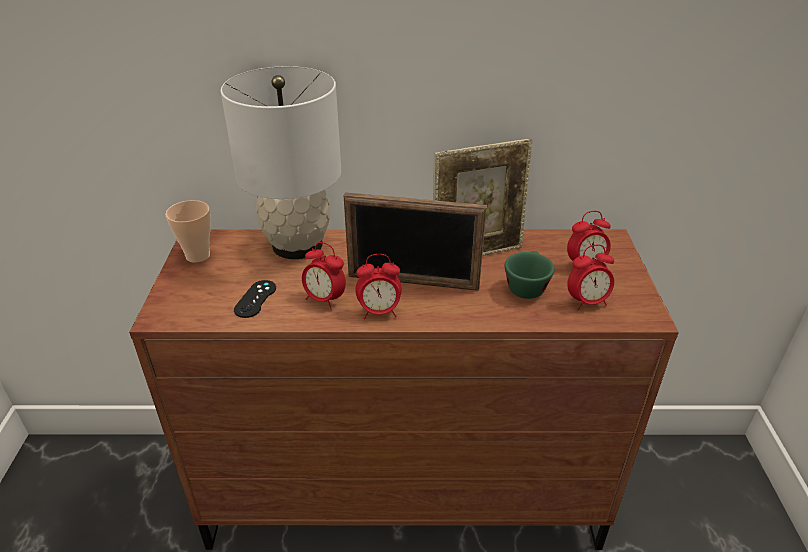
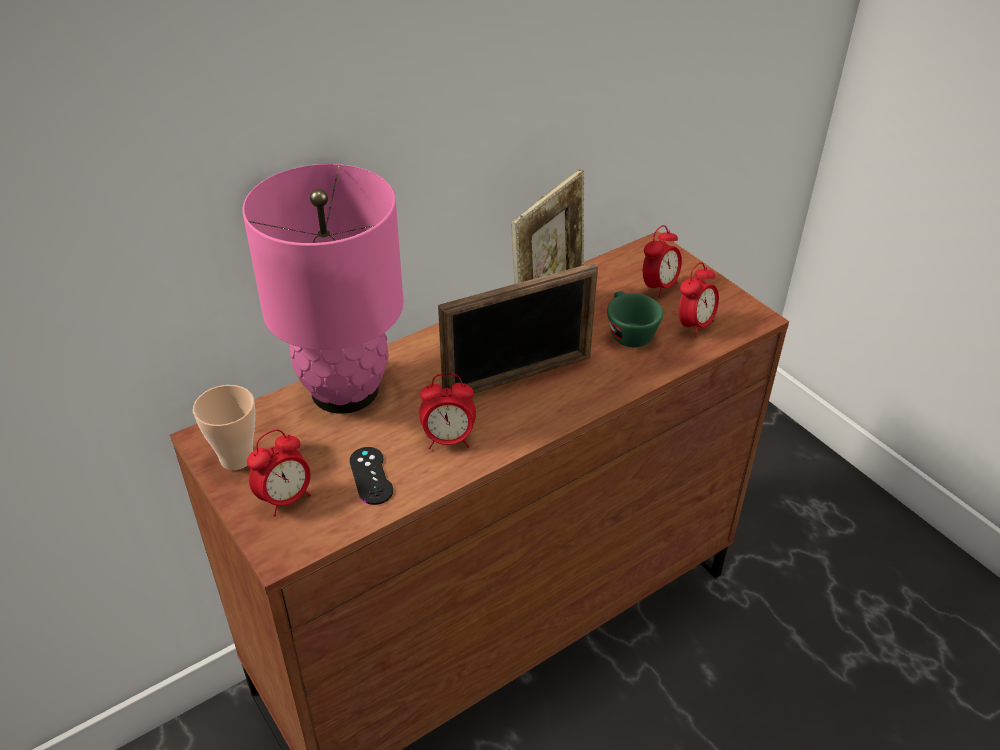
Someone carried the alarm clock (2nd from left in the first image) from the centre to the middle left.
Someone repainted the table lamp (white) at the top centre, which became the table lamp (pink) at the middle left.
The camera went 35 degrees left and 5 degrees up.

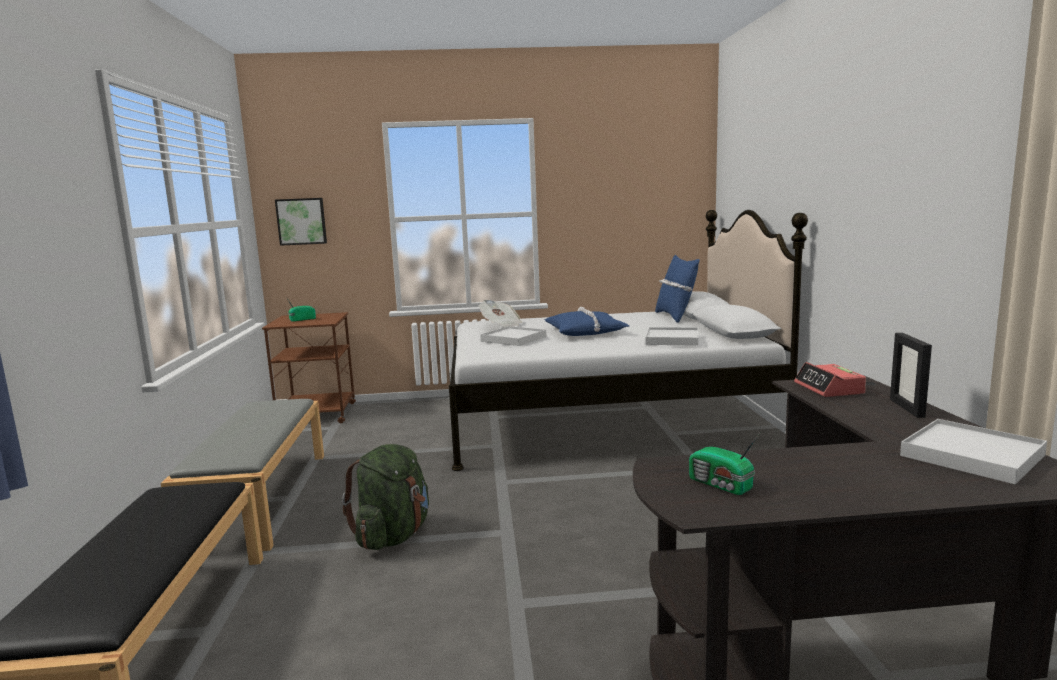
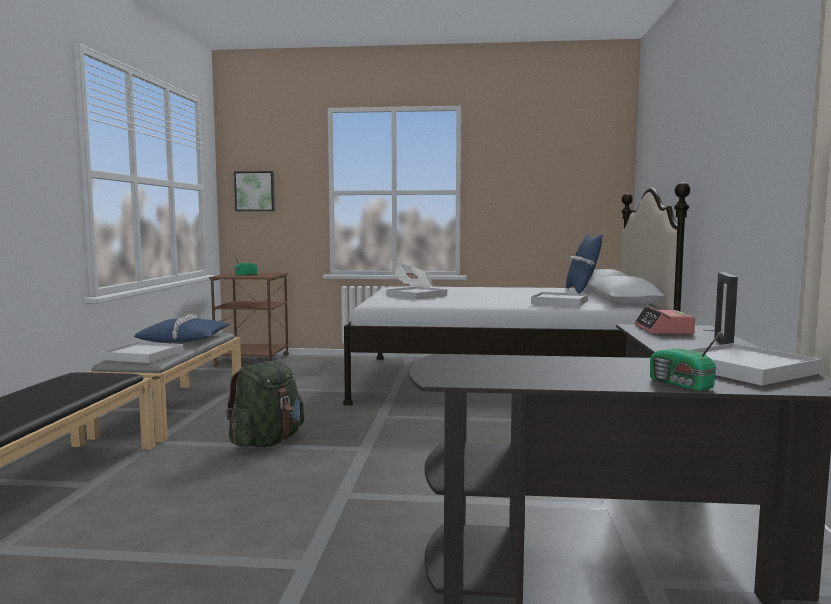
Someone put down the tray (white) (1st from left) at the middle left.
Someone carried the pillow (blue) (1st from left) from the centre to the middle left.
Someone carried the radio (2nd from left) from the bottom right to the middle right.
The camera went 10 degrees right and 5 degrees down.

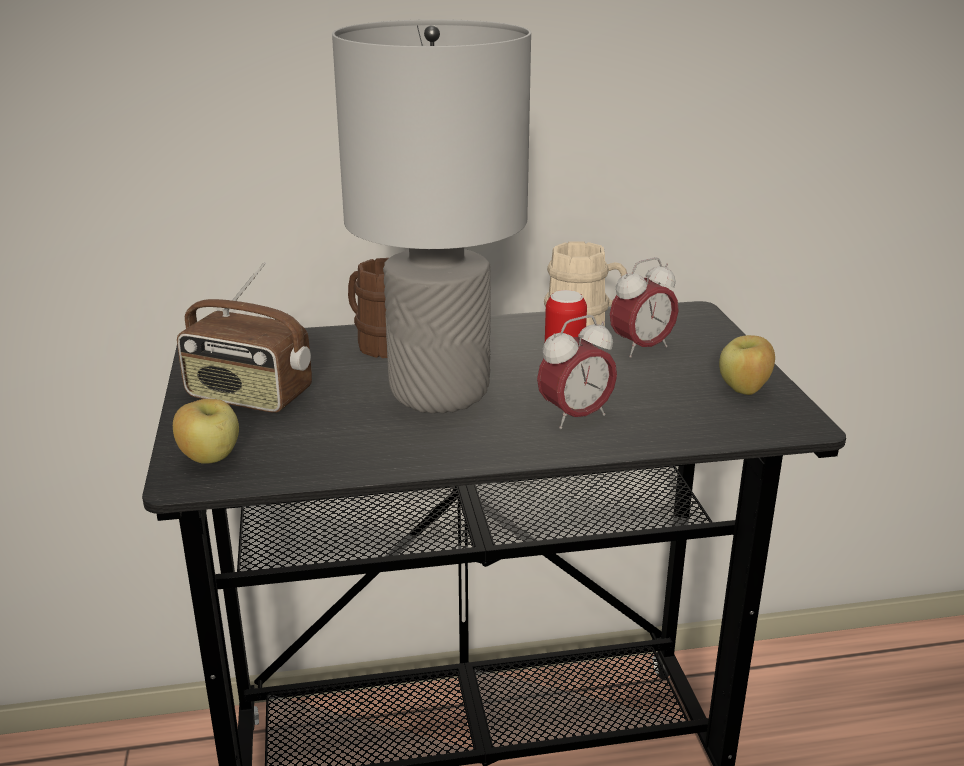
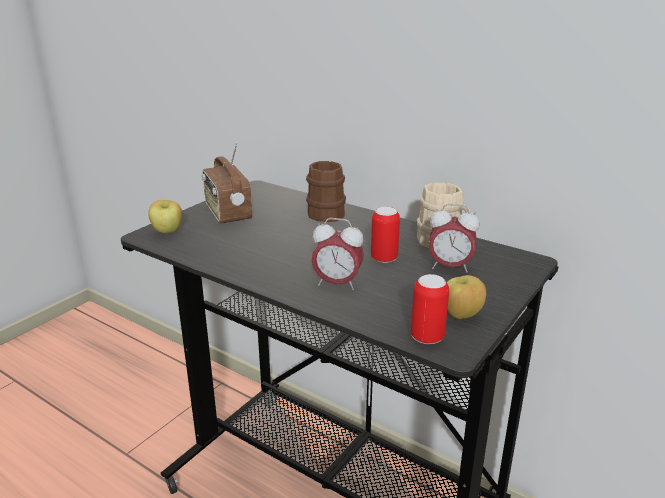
Someone took away the table lamp (grey) at the top centre.
Someone put down the can (2nd from left) at the centre.
The camera went 45 degrees right and 0 degrees up.

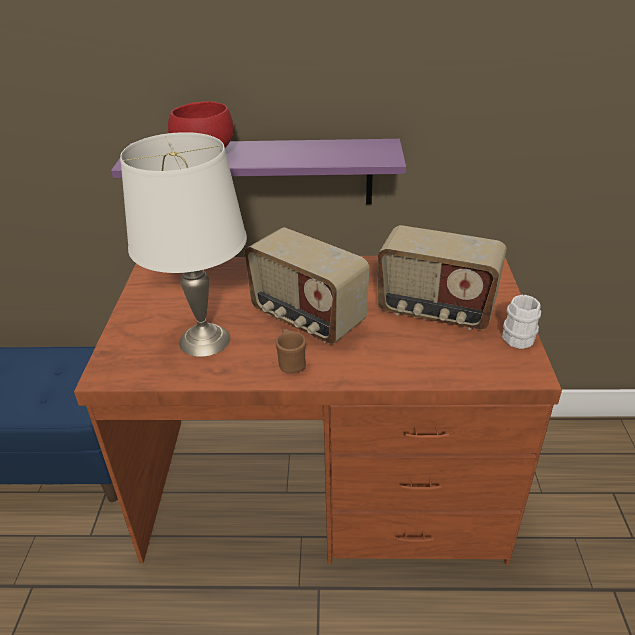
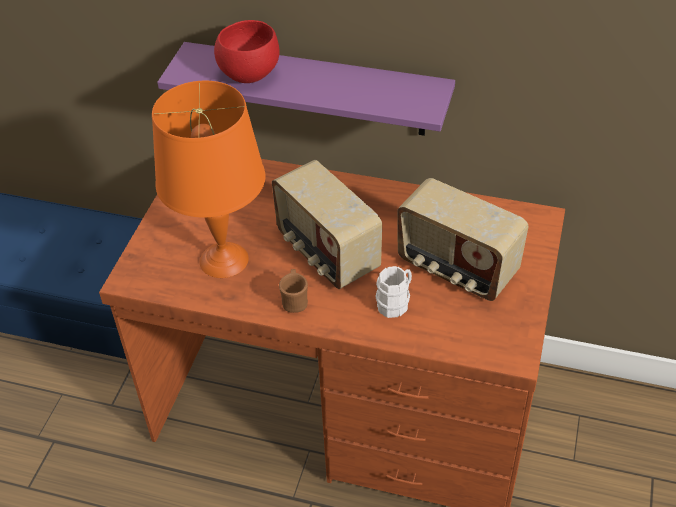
Someone carried the mug (white) from the middle right to the centre.
Someone repainted the table lamp (white) at the middle left, which became the table lamp (orange) at the middle left.
The camera went 15 degrees right and 10 degrees up.

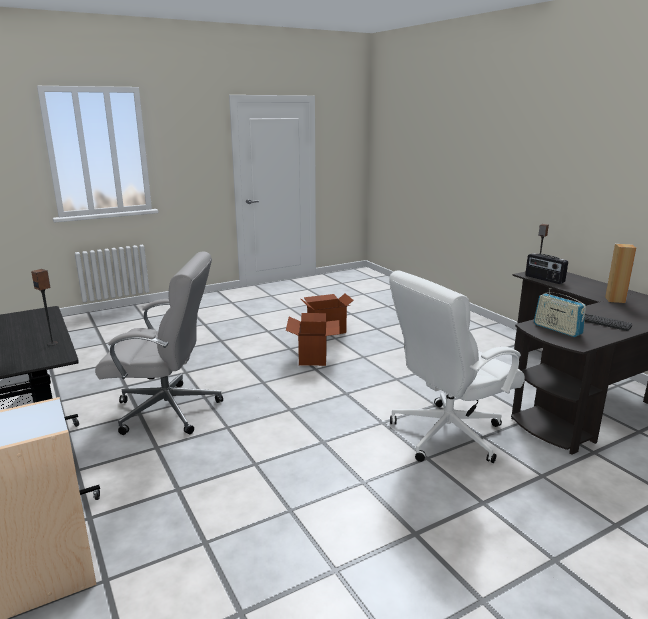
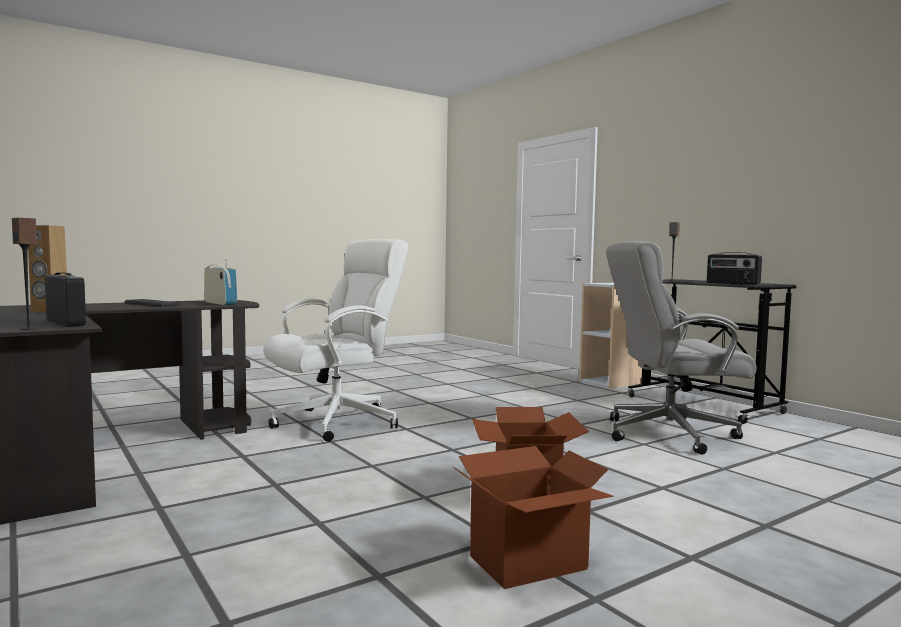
Someone put down the radio (3rd from left) at the middle right.
The camera went 175 degrees right and 15 degrees down.

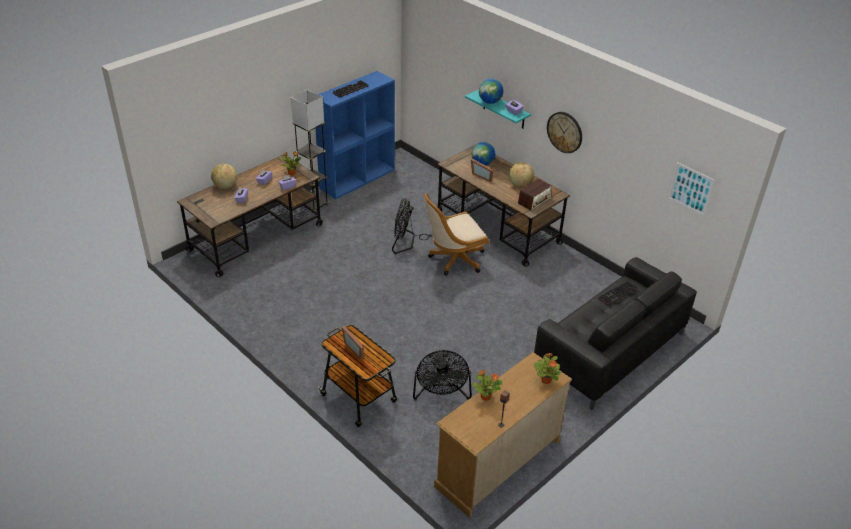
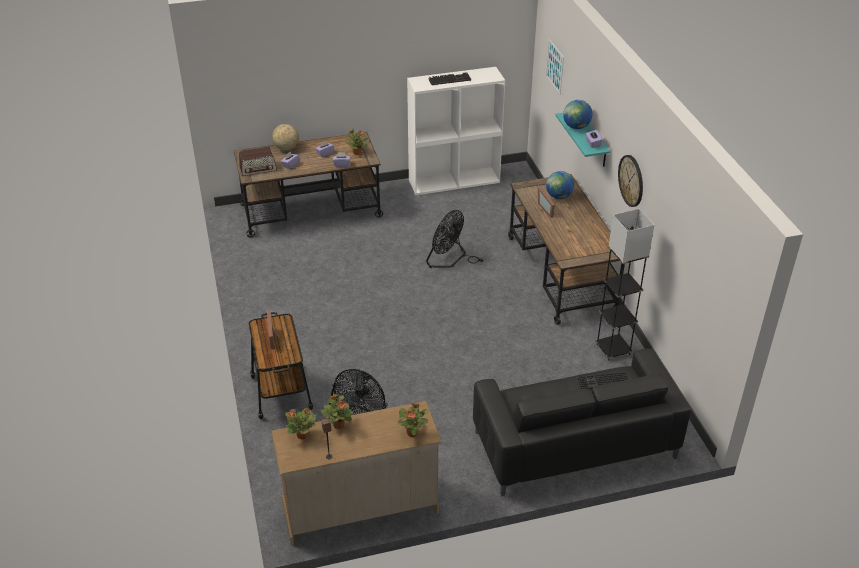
Someone took away the office chair at the centre.
Someone took away the globe (4th from left) at the top centre.
Someone put down the potted plant (1st from left) at the bottom centre.
Someone carried the floor lamp (grey) from the top centre to the middle right.
Someone carried the radio from the centre to the top left.
Someone carried the picture from the middle right to the top centre.
Someone repainted the bookcase (blue) at the top centre, which became the bookcase (white) at the top centre.
The camera went 30 degrees right and 0 degrees up.

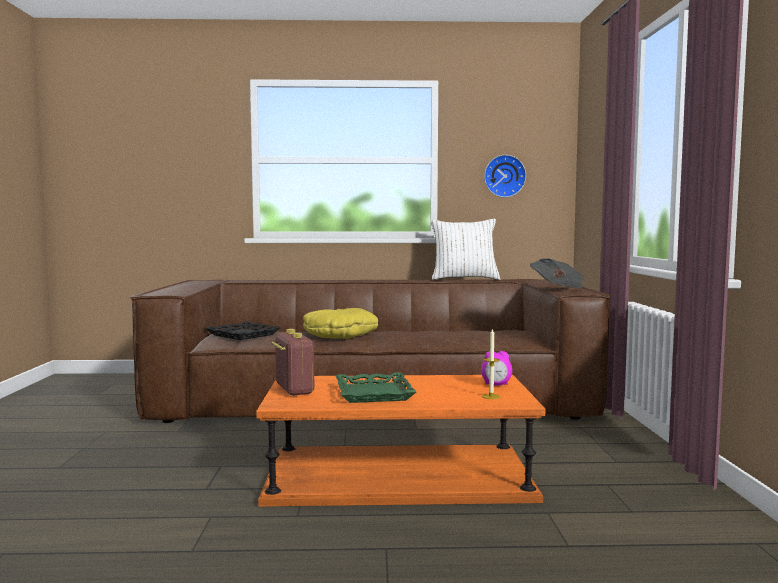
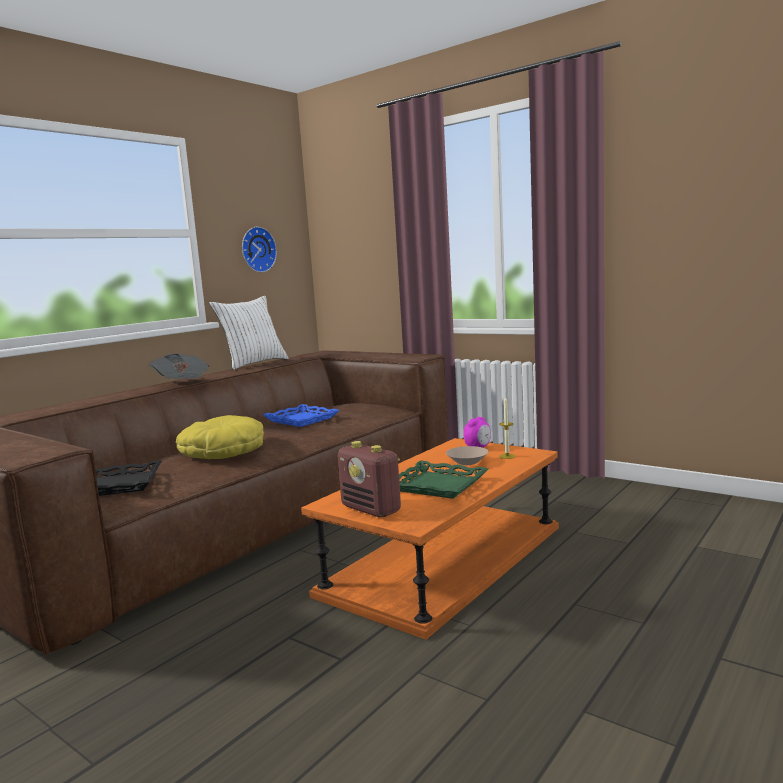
Someone put down the tray (blue) at the centre.
Someone put down the bowl (beige) at the centre.
Someone carried the newspaper from the middle right to the middle left.
Someone rotated the radio at the centre by 150 degrees counterclockwise.
The camera went 50 degrees left and 5 degrees up.

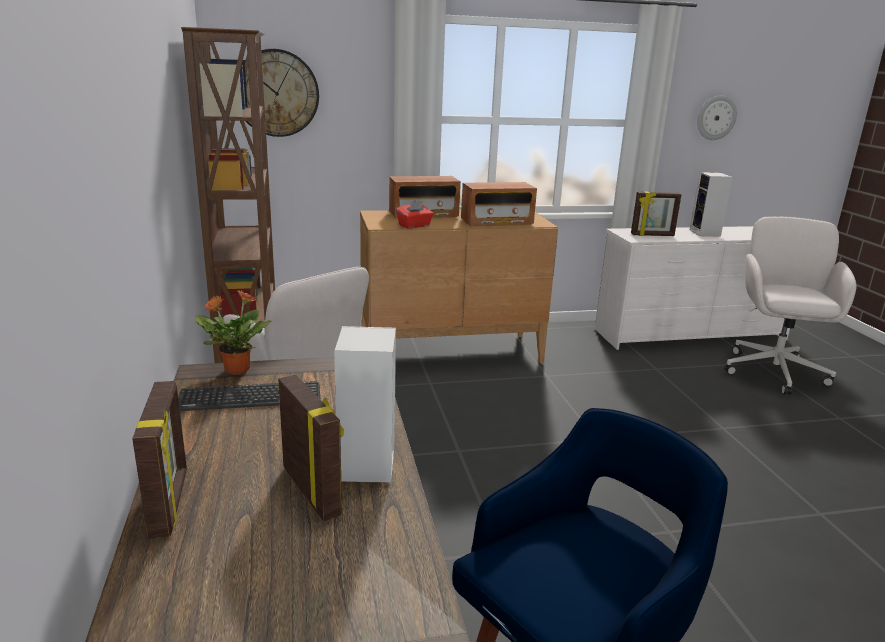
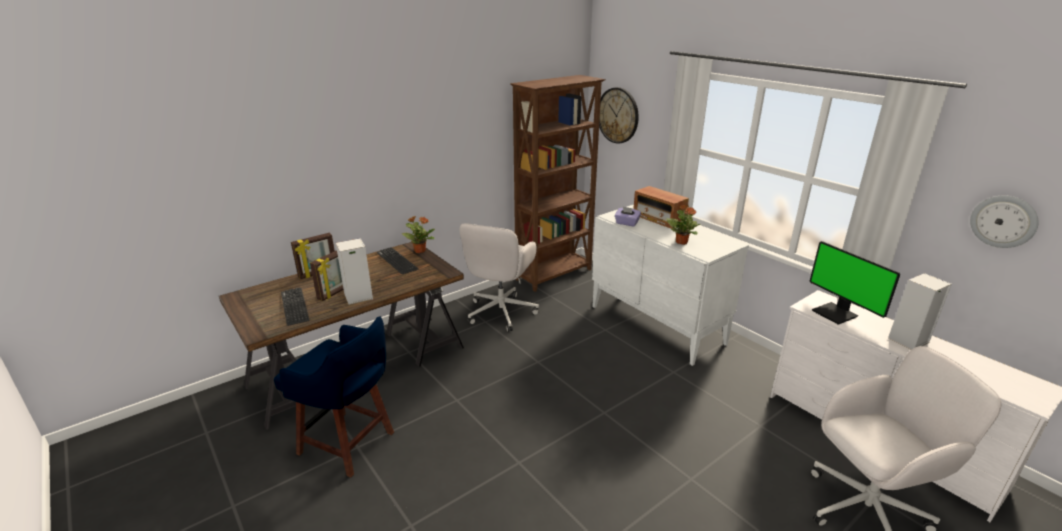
Someone put down the keyboard (1st from left) at the middle left.
Someone swapped the radio (2nd from left) at the top centre for the potted plant (2nd from left) at the centre.
Someone swapped the picture frame (3rd from left) at the top right for the monitor at the middle right.
Someone repainted the cabinet (brown) at the centre, which became the cabinet (white) at the centre.
Someone repainted the tissue box (red) at the centre, which became the tissue box (purple) at the centre.
The camera went 65 degrees right and 5 degrees up.

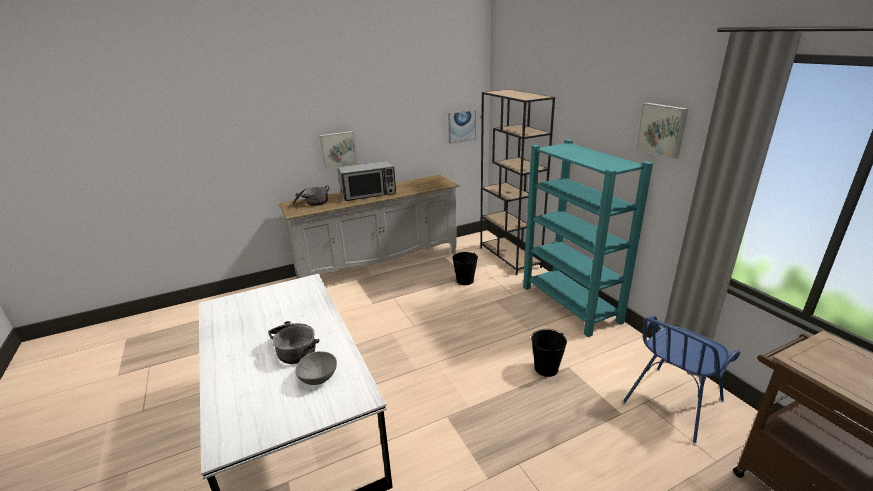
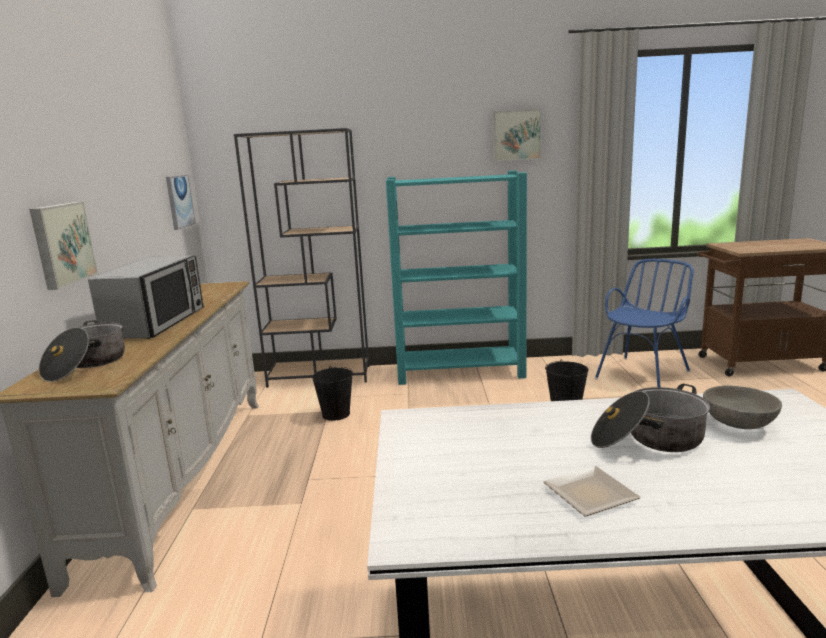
Someone put down the plate at the bottom right.
Someone rotated the chair (blue) at the bottom right by 120 degrees counterclockwise.
The camera went 65 degrees left and 10 degrees down.

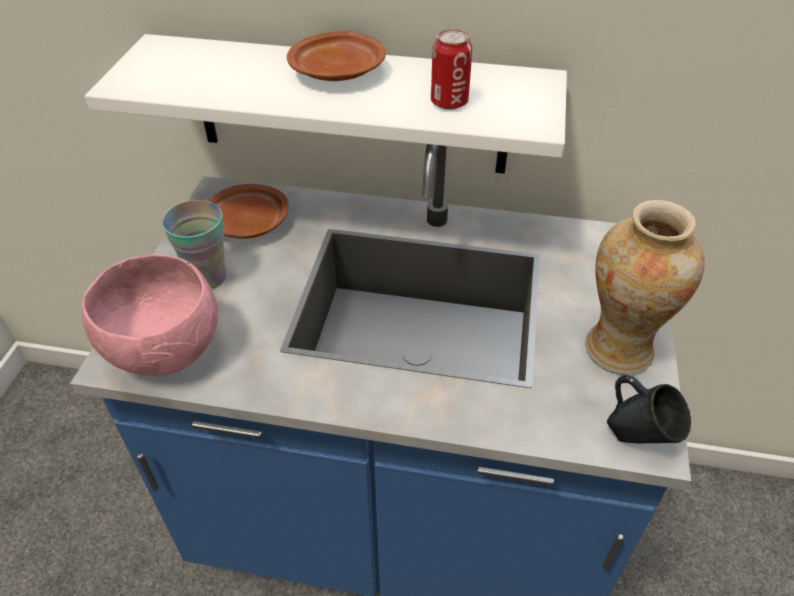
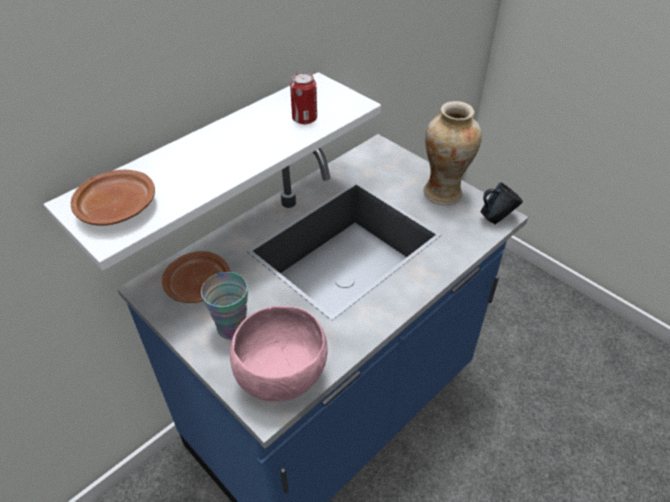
Someone carried the plate (brown) (2nd from left in the first image) from the top centre to the middle left.
The camera went 55 degrees left and 0 degrees up.

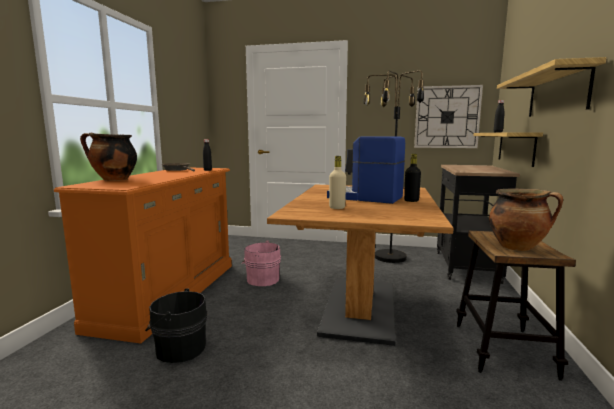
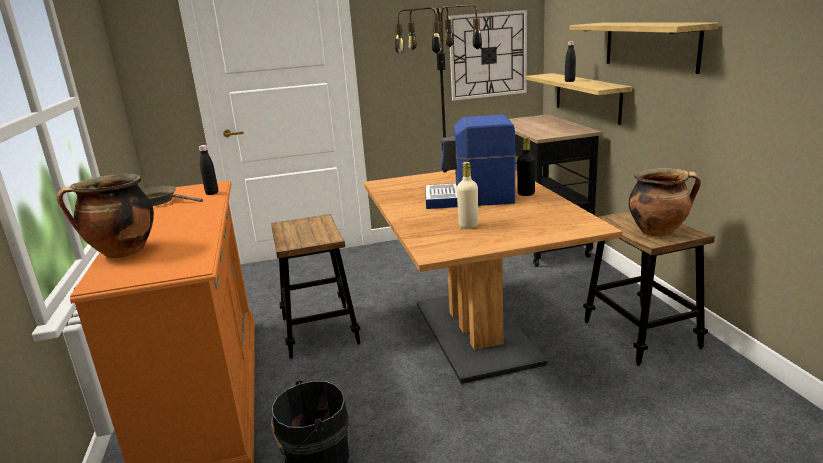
Someone swapped the bucket (pink) at the centre for the stool (1st from left) at the centre.
The camera went 25 degrees left and 10 degrees up.

